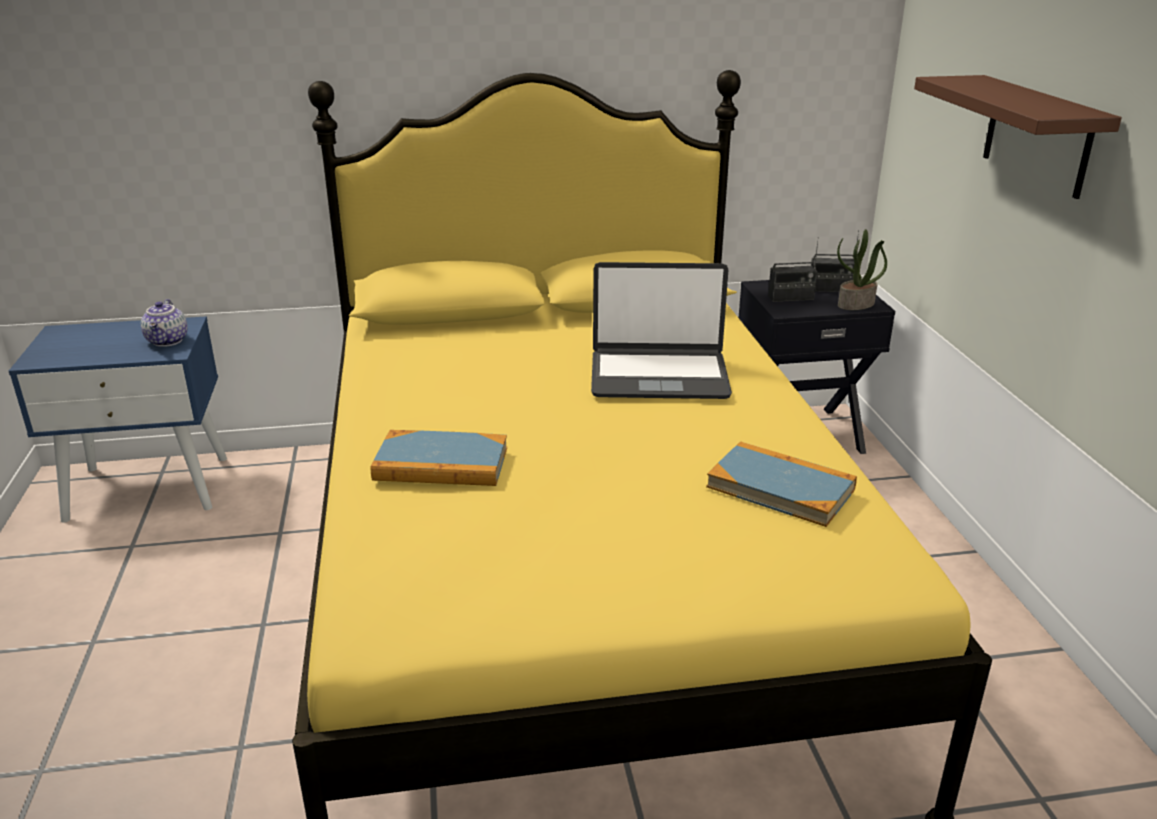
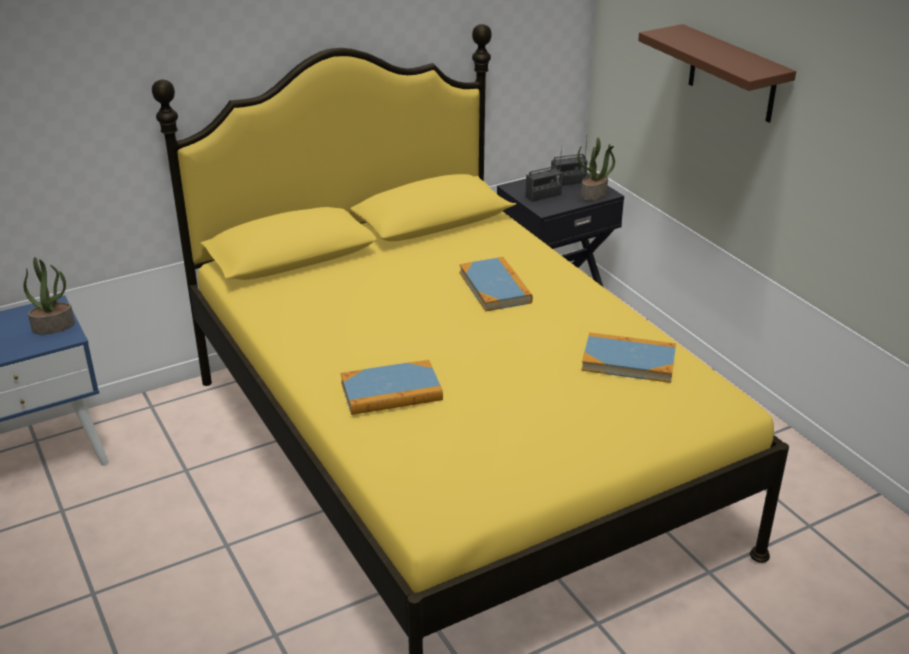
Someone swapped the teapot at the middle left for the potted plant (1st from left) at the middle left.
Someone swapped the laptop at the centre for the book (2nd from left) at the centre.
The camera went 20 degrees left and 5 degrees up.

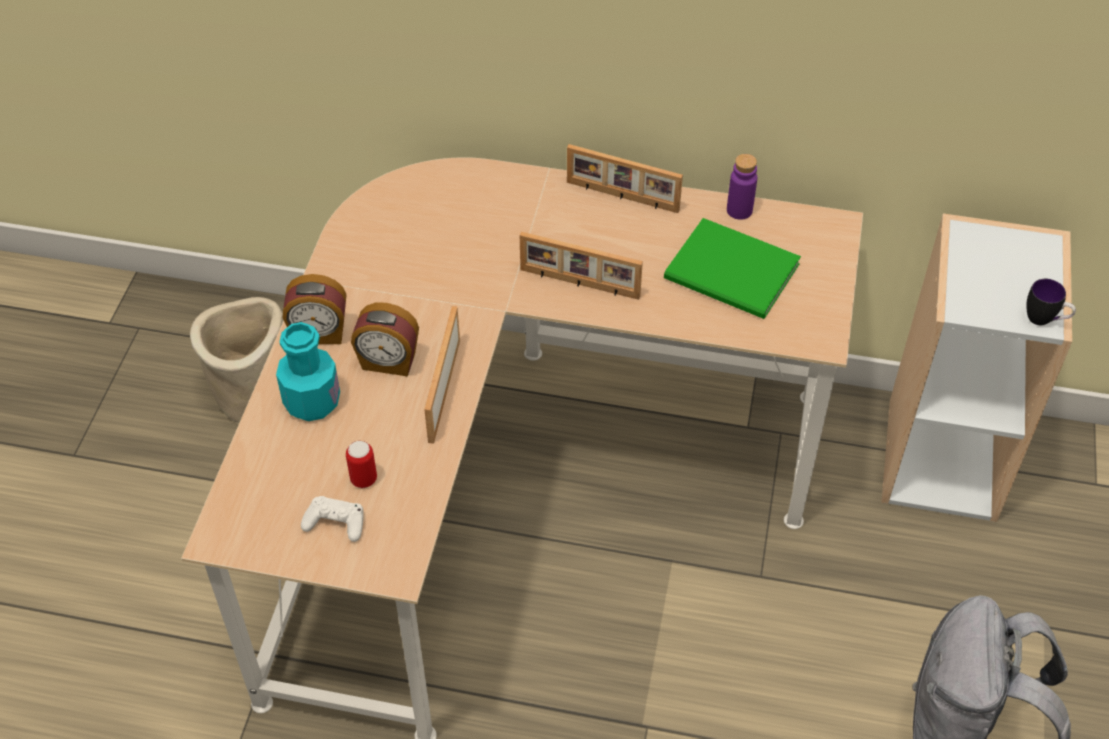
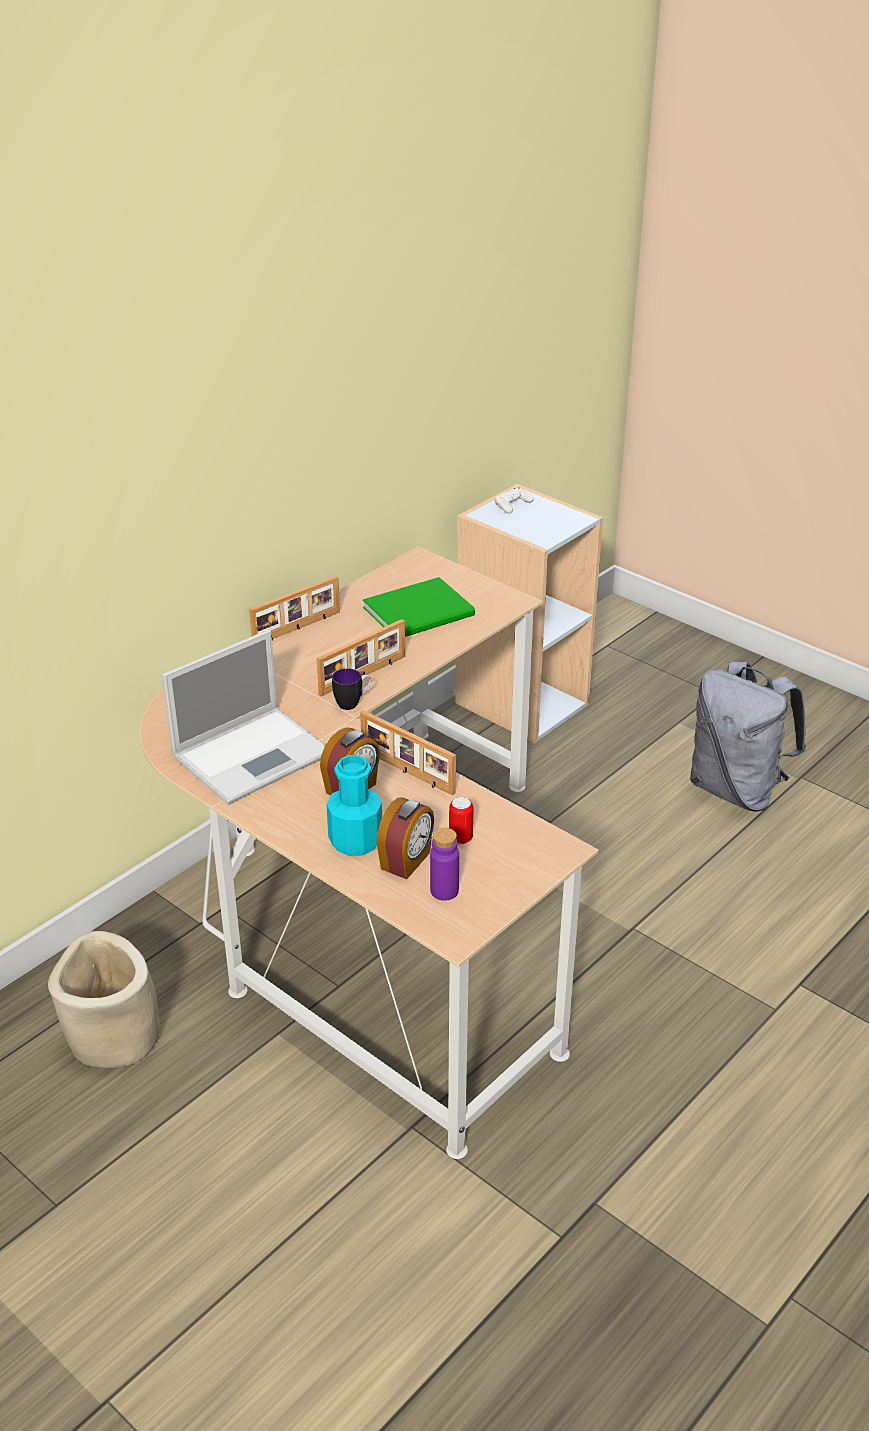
Someone put down the laptop at the middle left.
Someone carried the alarm clock (1st from left in the first image) from the middle left to the centre.
Someone carried the game controller (white) from the bottom left to the centre.
Someone carried the bottle (purple) from the top right to the centre.
Someone carried the mug from the middle right to the centre.
The camera went 60 degrees left and 15 degrees down.

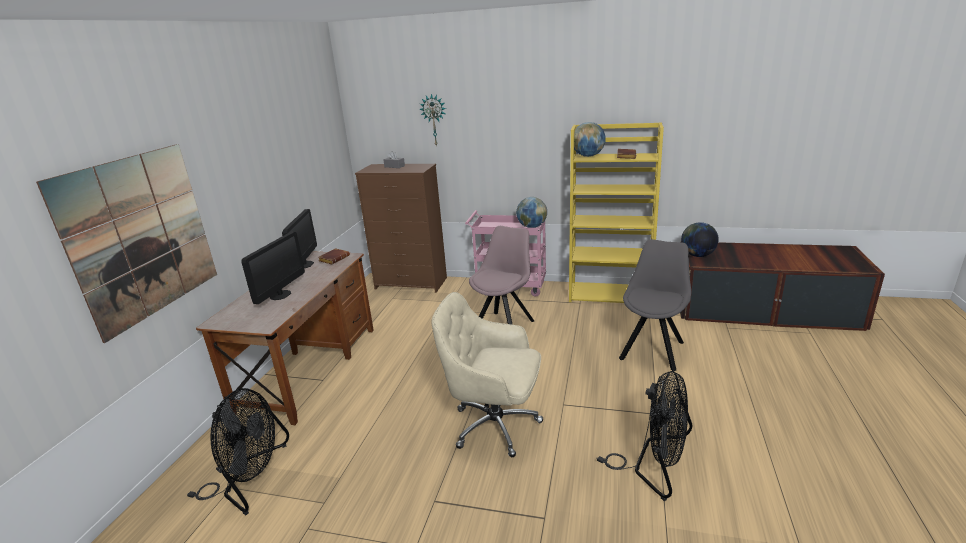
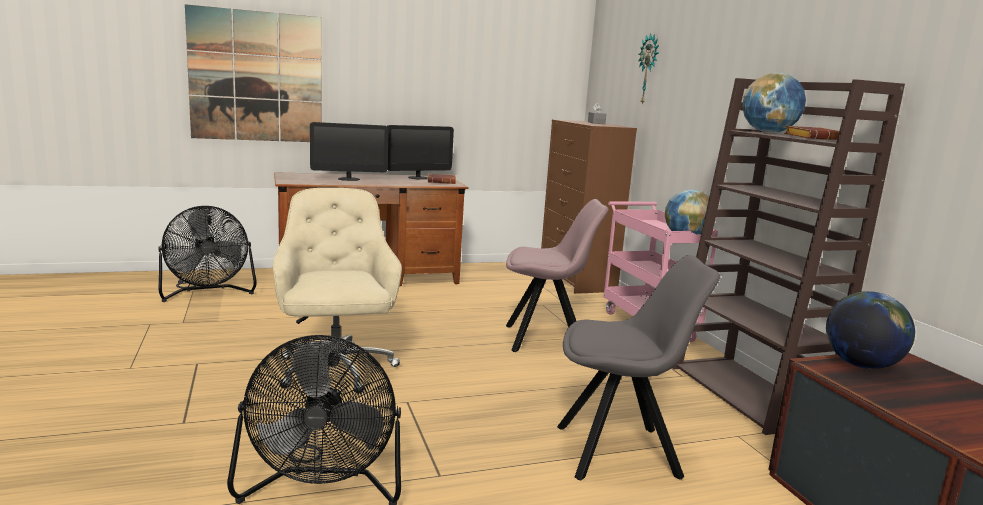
Someone repainted the bookcase (yellow) at the centre, which became the bookcase (brown) at the middle right.
The camera went 55 degrees right and 10 degrees down.

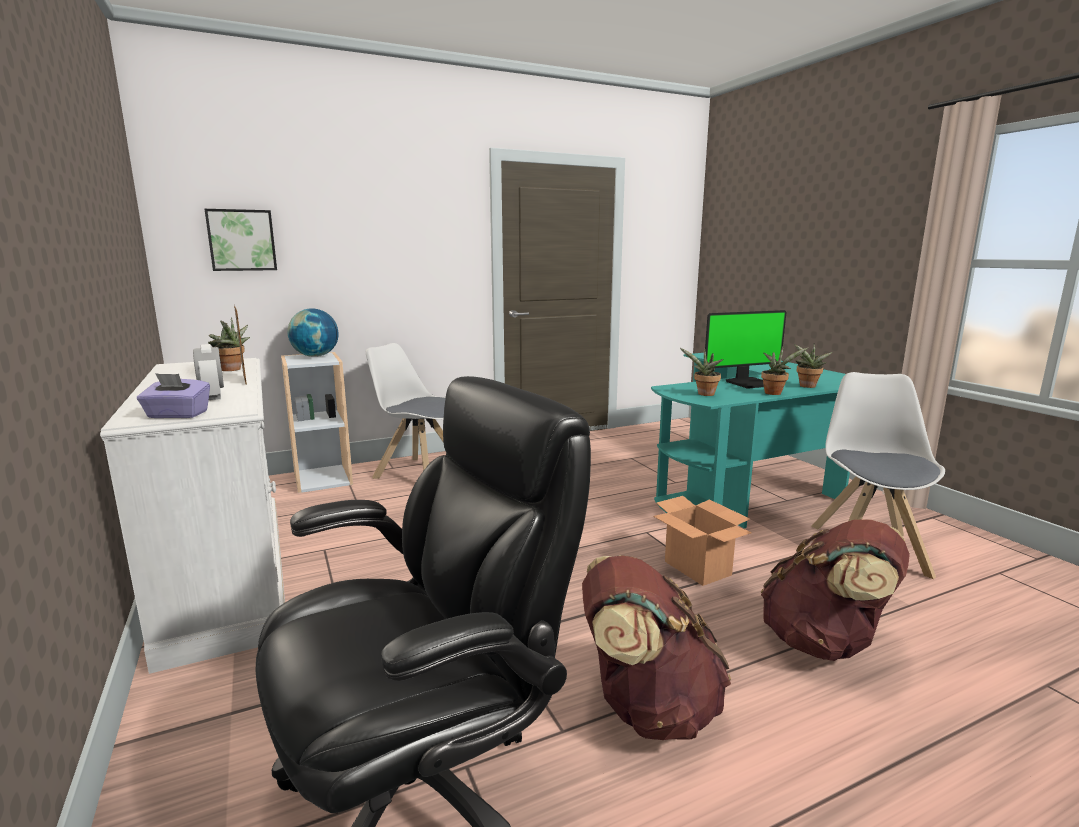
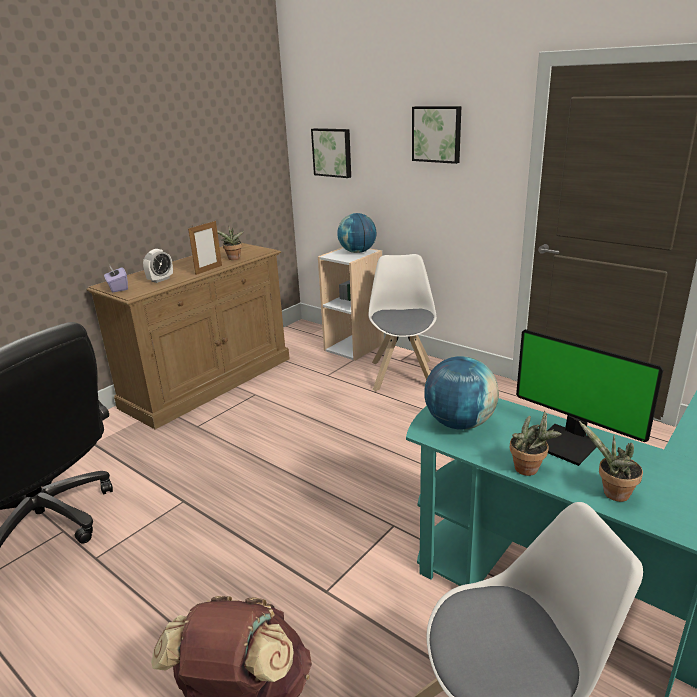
Someone took away the backpack (brown) (1st from left) at the bottom centre.
Someone took away the cardboard box at the centre.
Someone put up the picture (2nd from left) at the top centre.
Someone swapped the potted plant (2nd from left) at the centre for the globe (2nd from left) at the centre.
Someone repainted the cabinet (white) at the middle left, which became the cabinet (brown) at the middle left.
The camera went 65 degrees right and 10 degrees up.

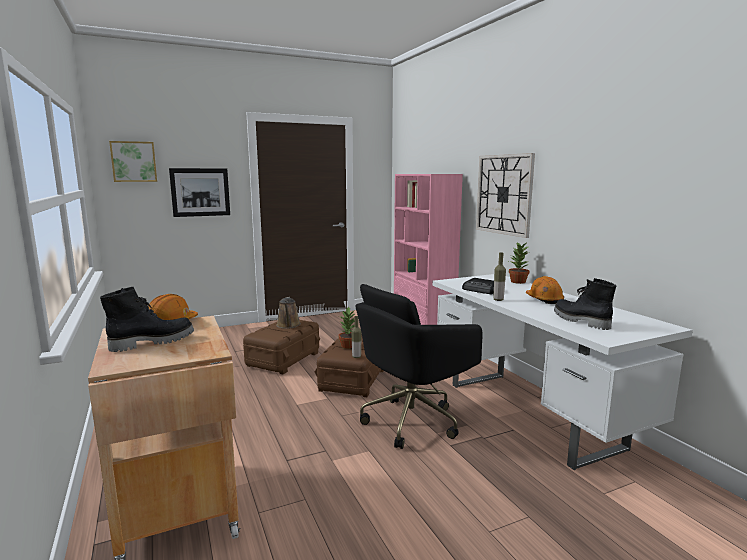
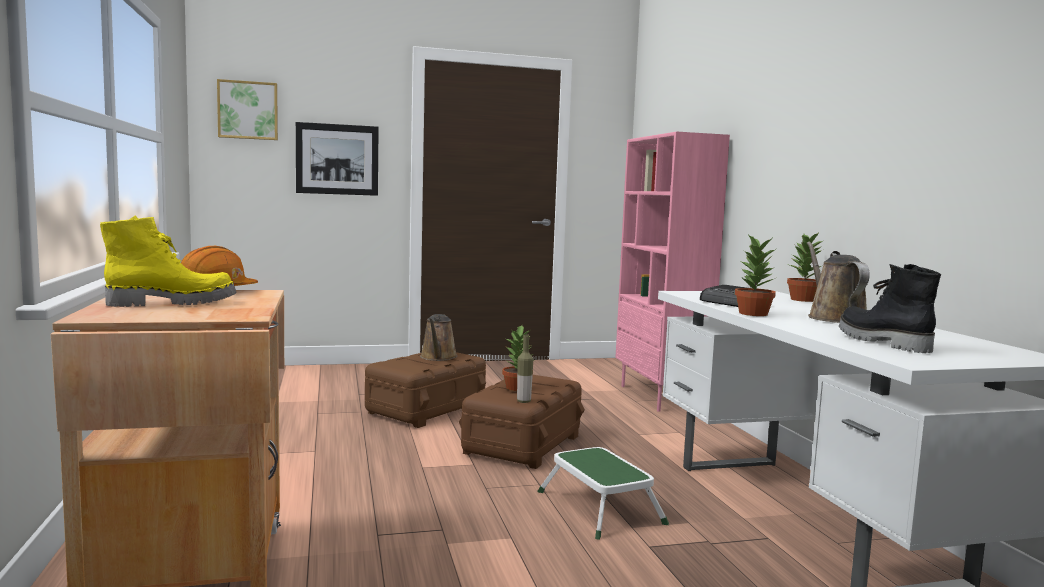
Someone took away the wall clock at the middle right.
Someone swapped the office chair (black) at the centre for the step ladder (green) at the bottom centre.
Someone swapped the bottle (2nd from left) at the middle right for the potted plant (2nd from left) at the middle right.
Someone swapped the hard hat (orange) (2nd from left) at the middle right for the watering can (brown) (2nd from left) at the middle right.
Someone repainted the boot (black) (1st from left) at the middle left, which became the boot (yellow) at the middle left.
The camera went 10 degrees right and 5 degrees down.

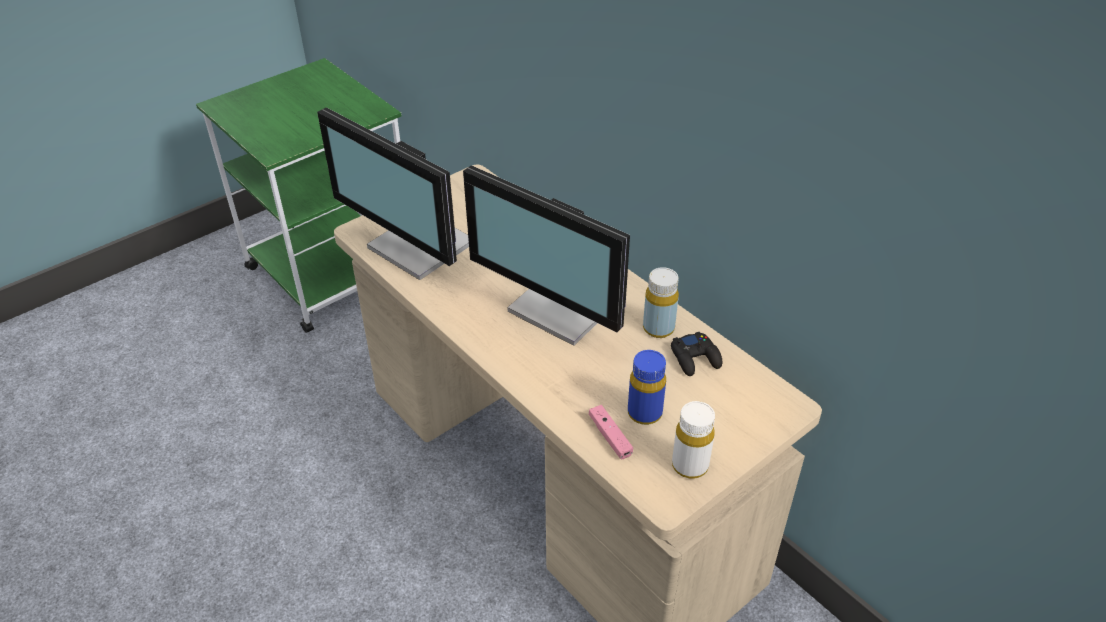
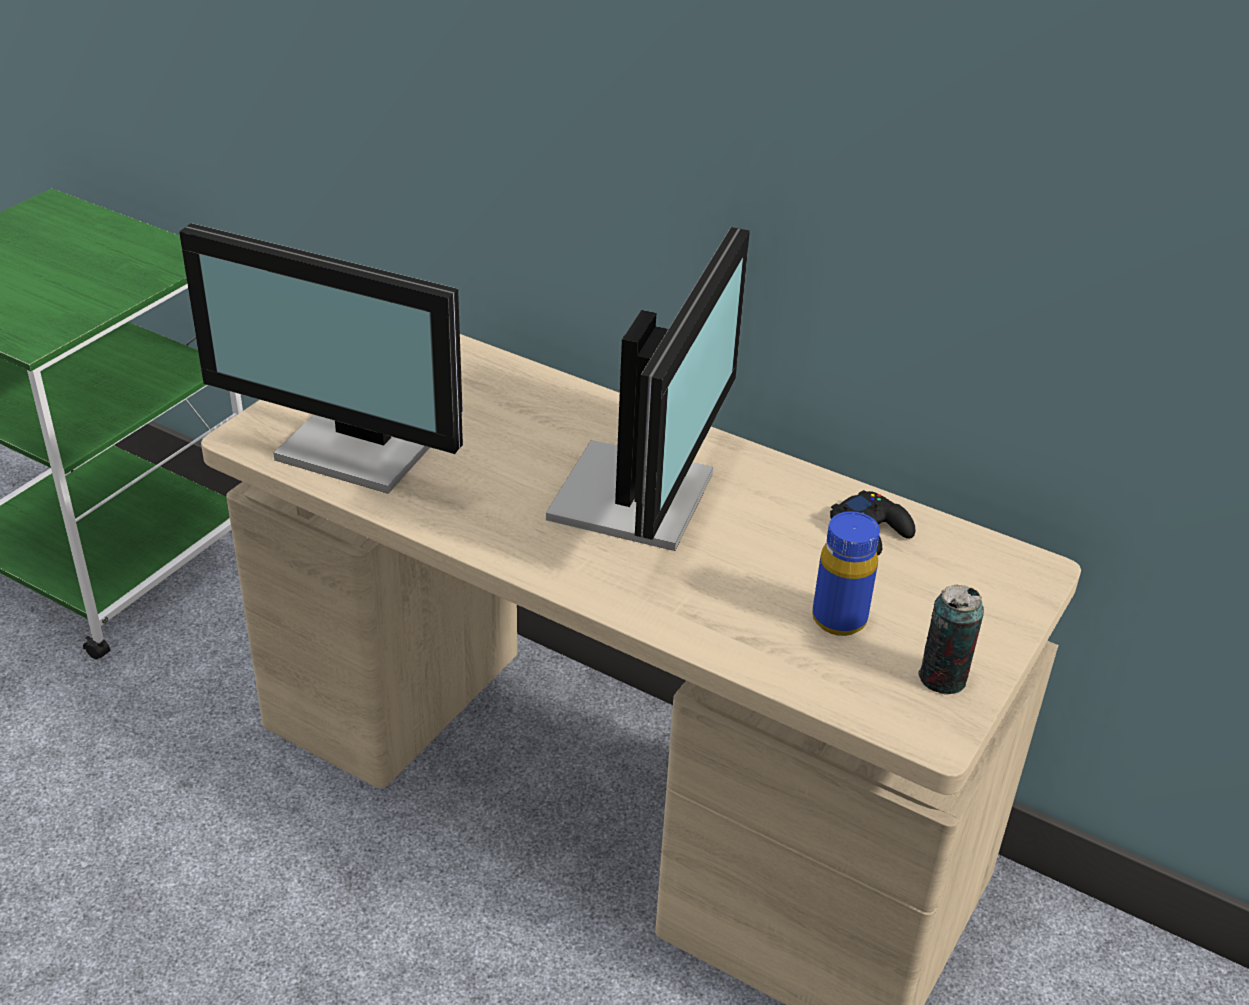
Someone took away the game controller (pink) at the bottom centre.
Someone took away the bottle (yellow) at the centre.
Someone swapped the bottle (white) at the bottom centre for the can at the middle right.
Someone rotated the monitor (2nd from left) at the centre by 90 degrees counterclockwise.
The camera went 20 degrees left and 5 degrees down.

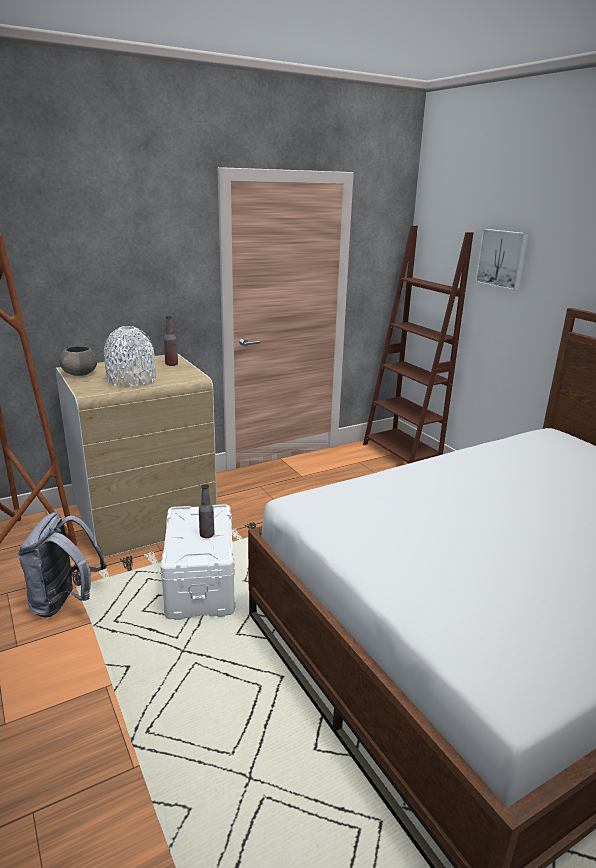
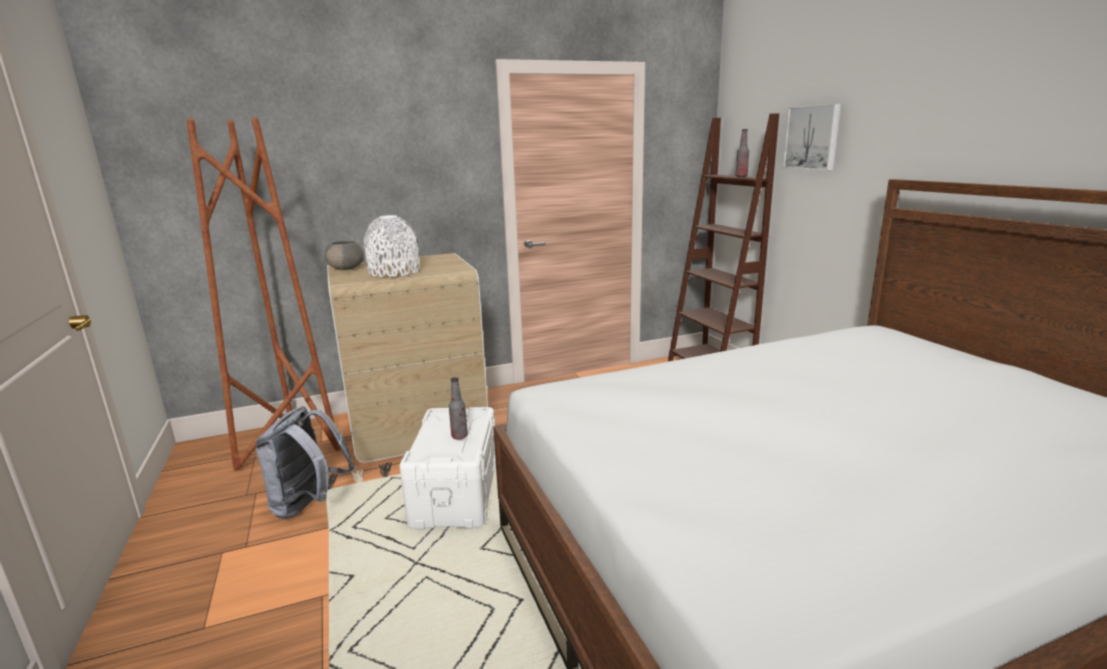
Someone carried the bottle (1st from left in the first image) from the middle left to the top right.
The camera went 10 degrees right and 5 degrees down.

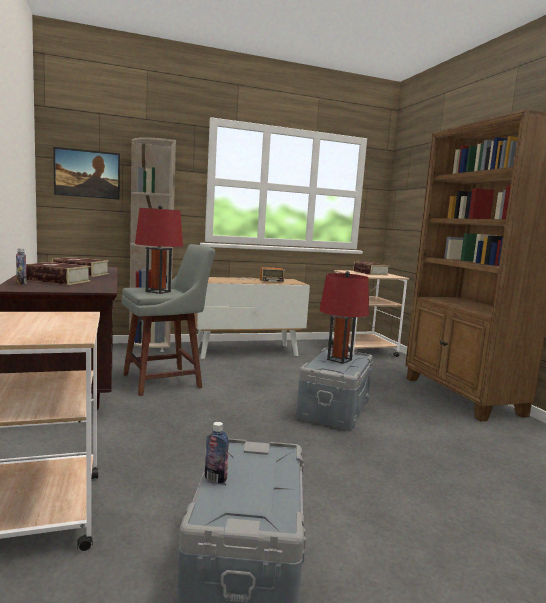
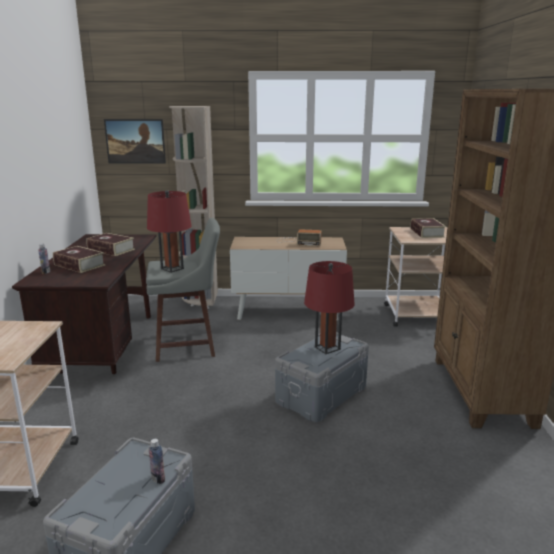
Someone carried the bottle (2nd from left) from the bottom centre to the bottom left.
The camera went 20 degrees right and 10 degrees up.

